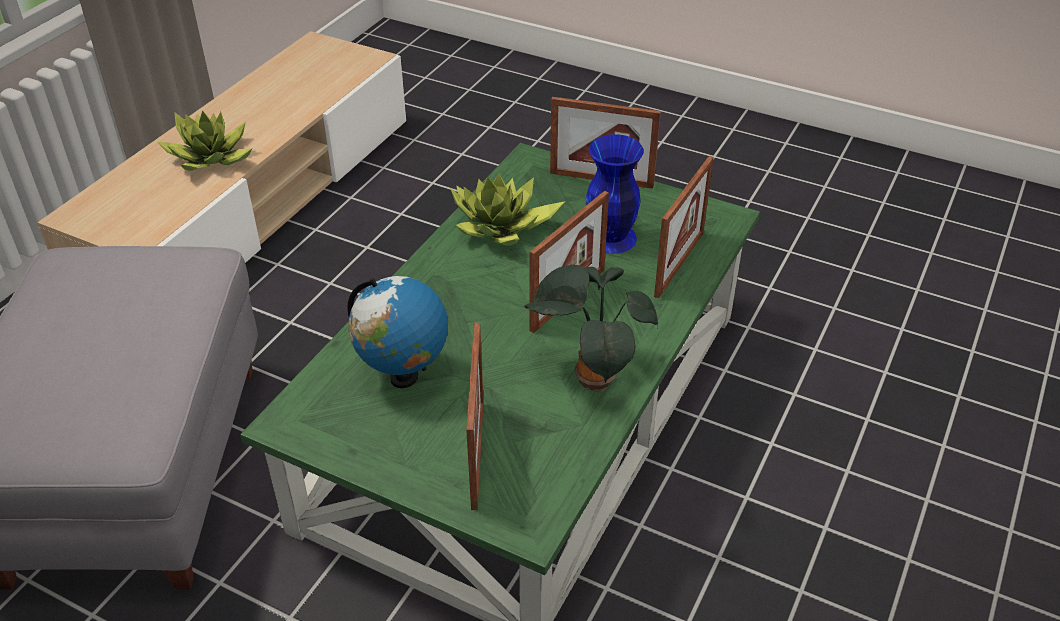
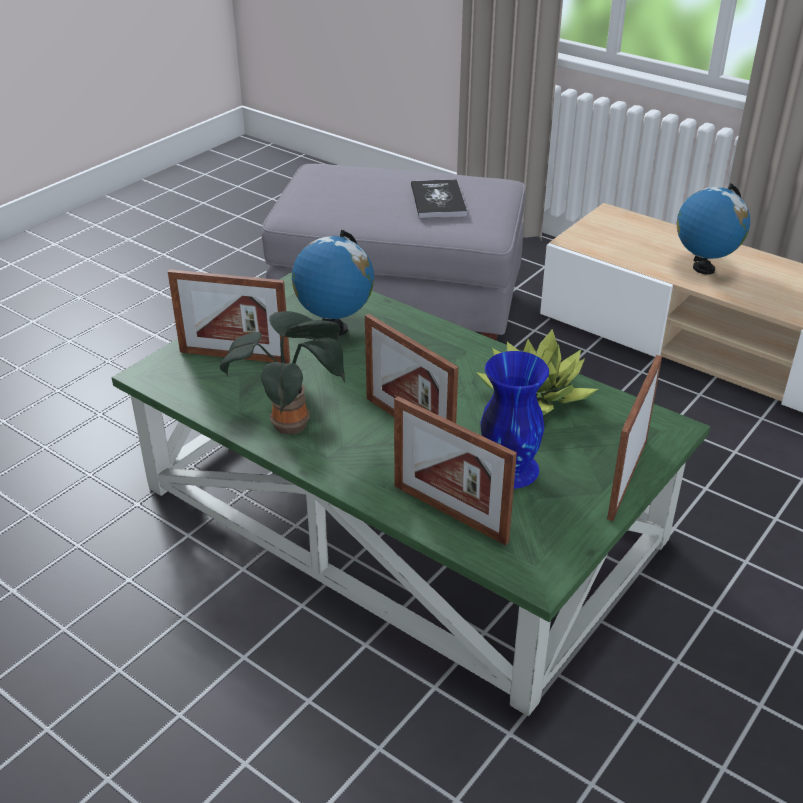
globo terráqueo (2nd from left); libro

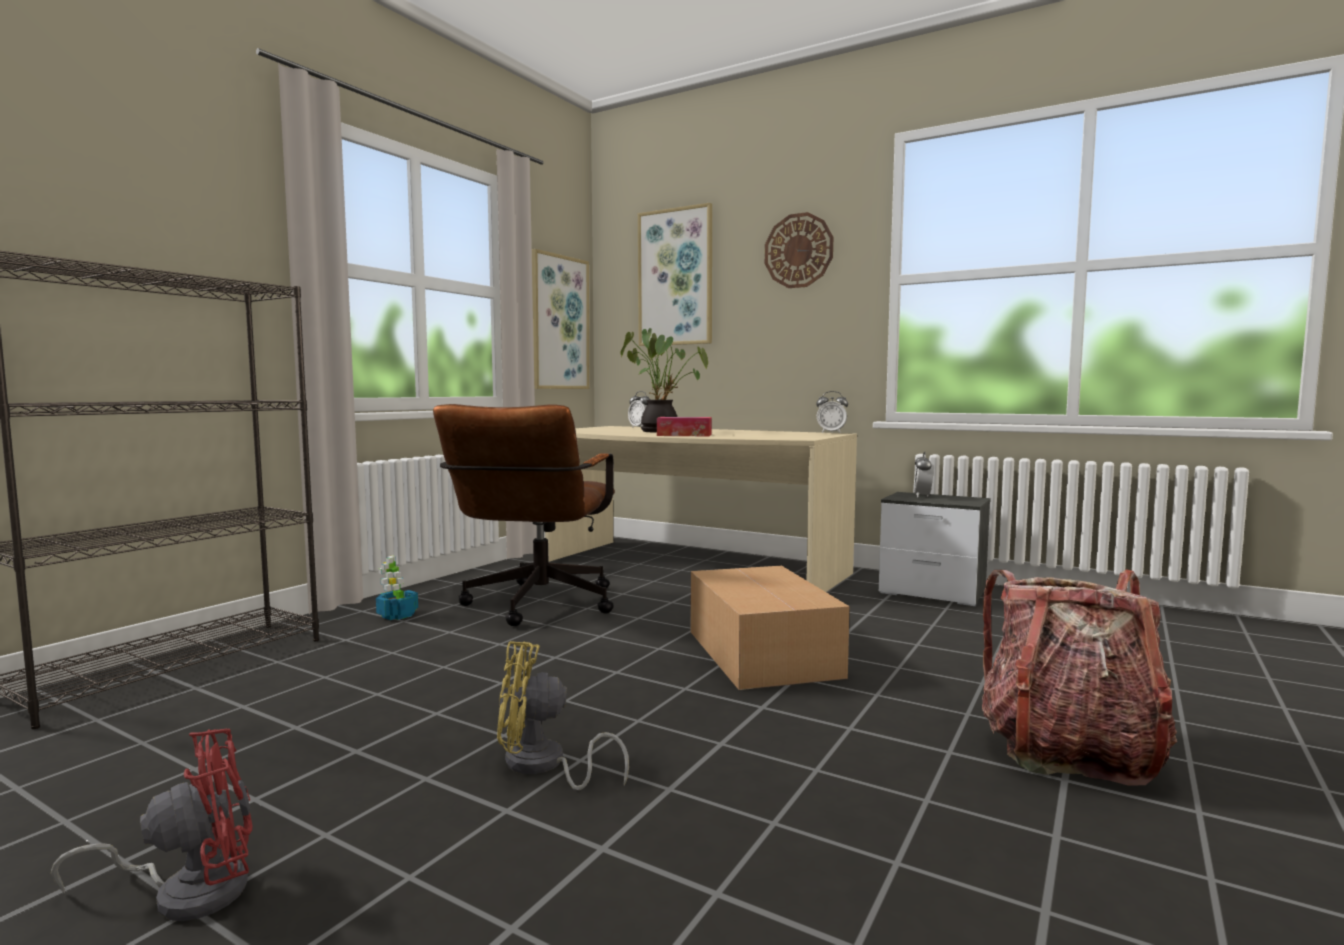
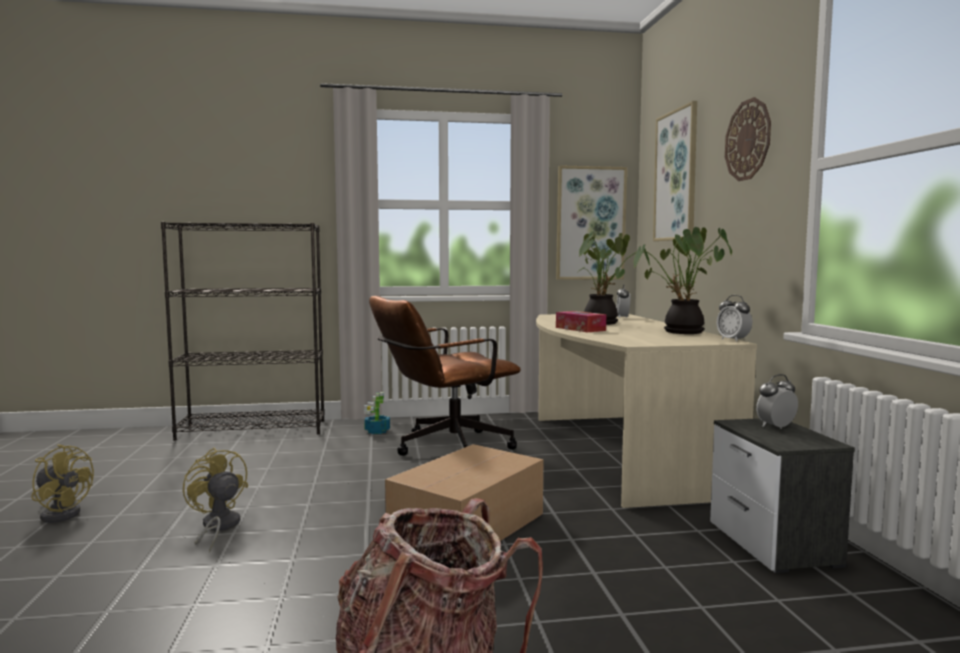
ventilador [amarillo] (1st from left); planta en maceta (3rd from left)

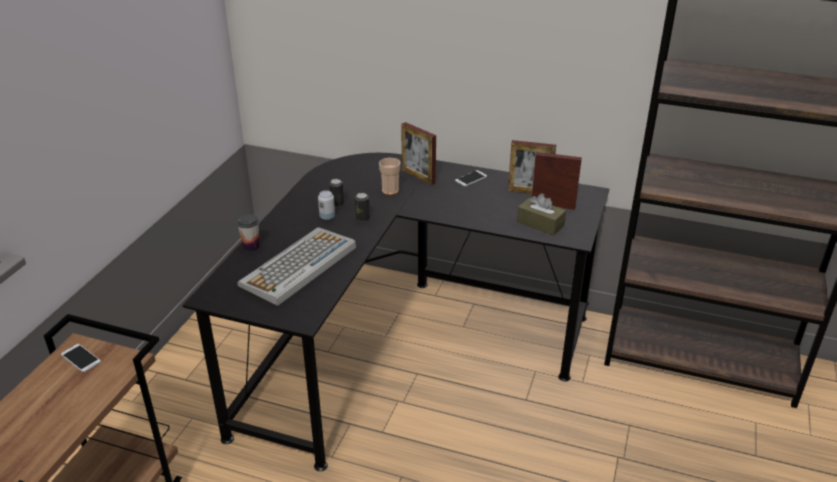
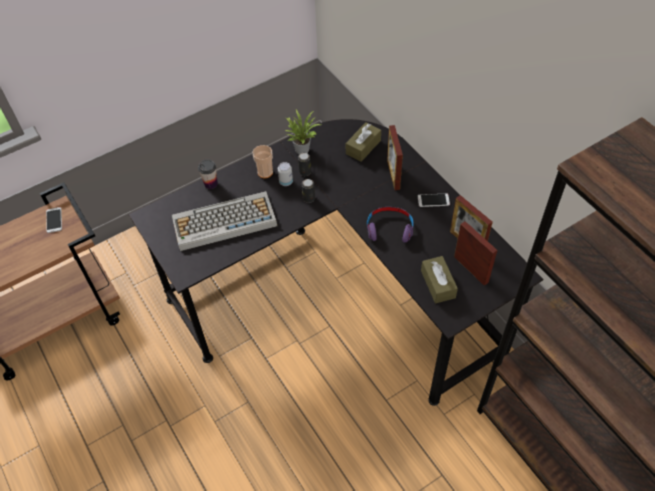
taza (2nd from left); planta en maceta; caja de pañuelos [marrón] (1st from left); auriculares [morado]

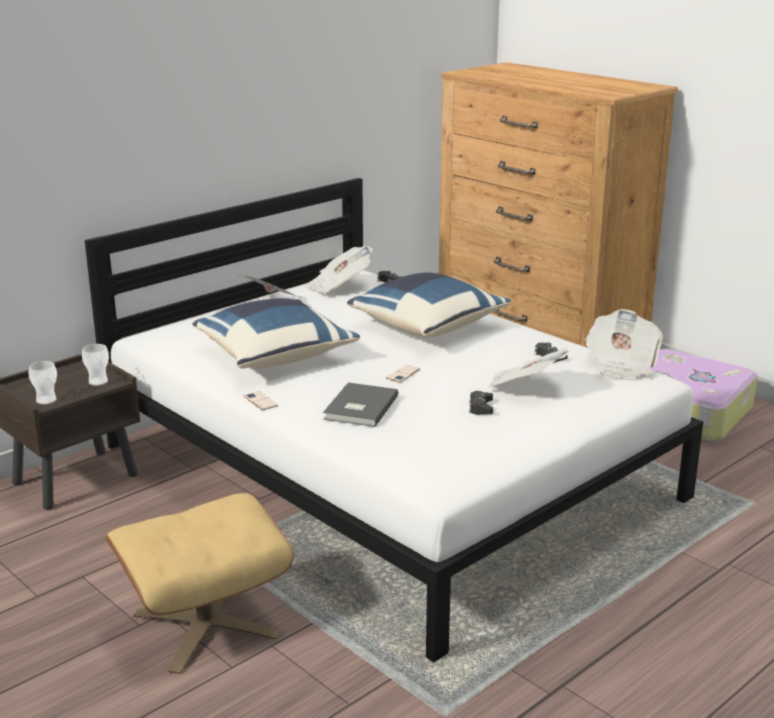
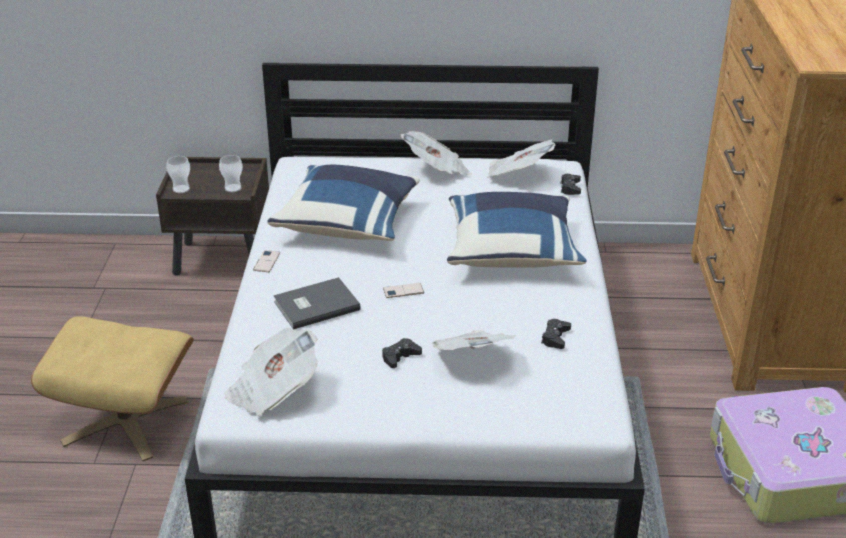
periódico (1st from left)

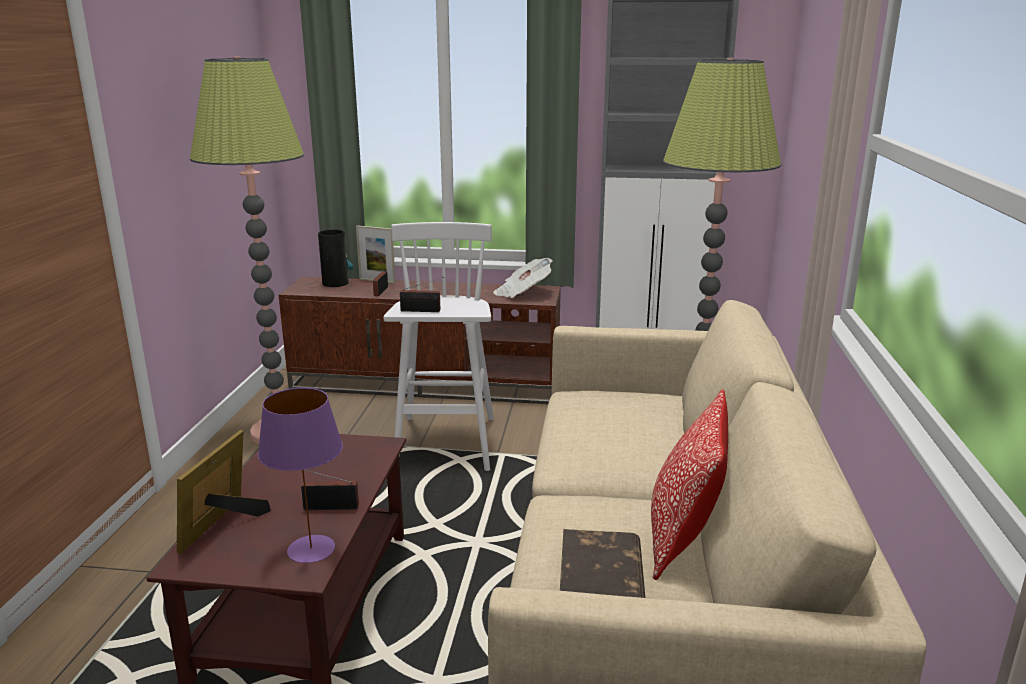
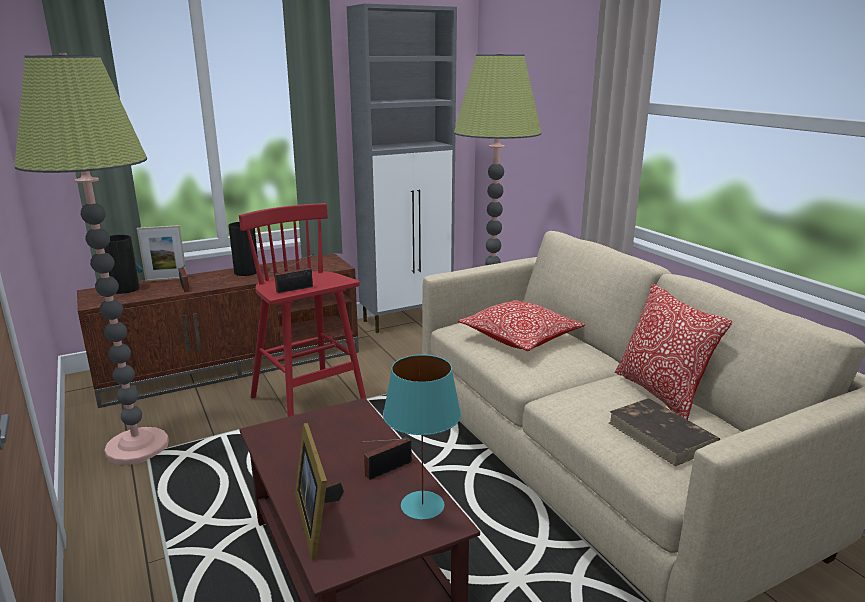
taburete [rojo]; periódico; lámpara de mesa [turquesa]; florero (2nd from left); cojín (1st from left)

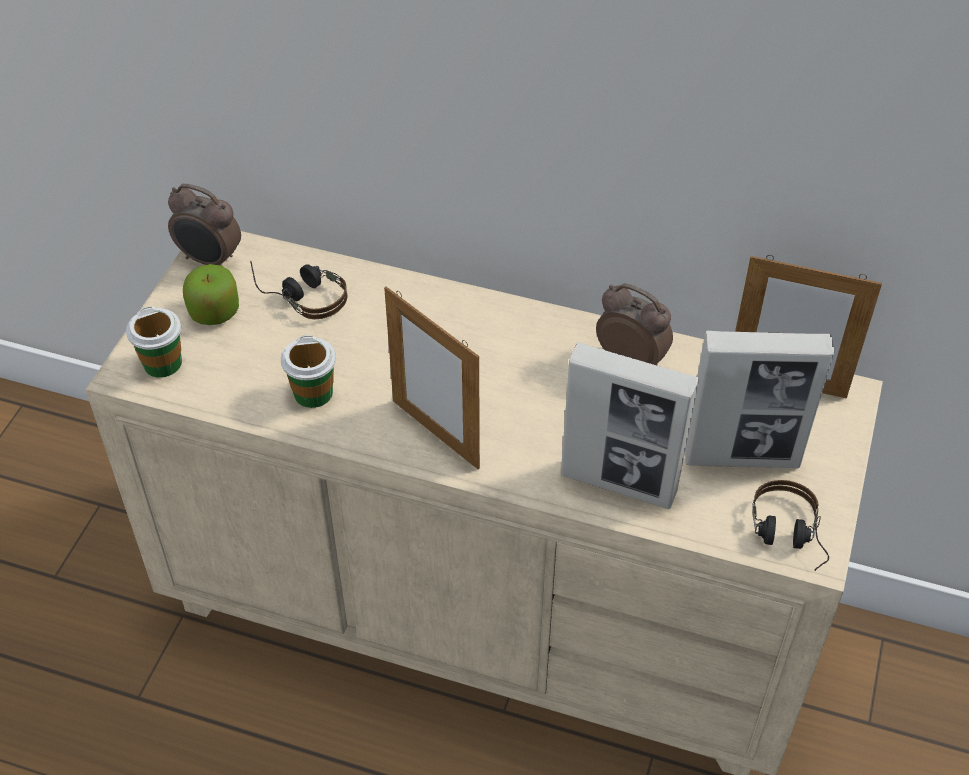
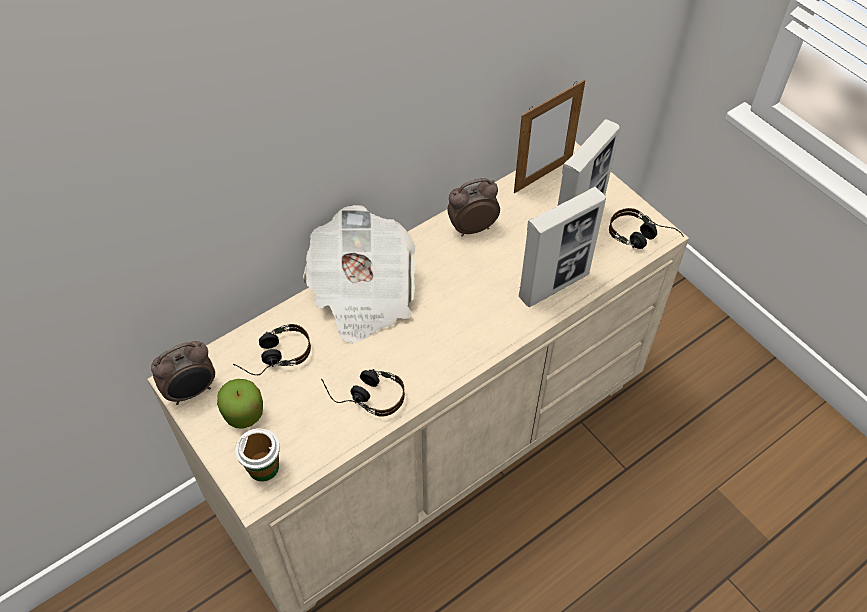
portarretratos (1st from left in the first image); auriculares (2nd from left); periódico

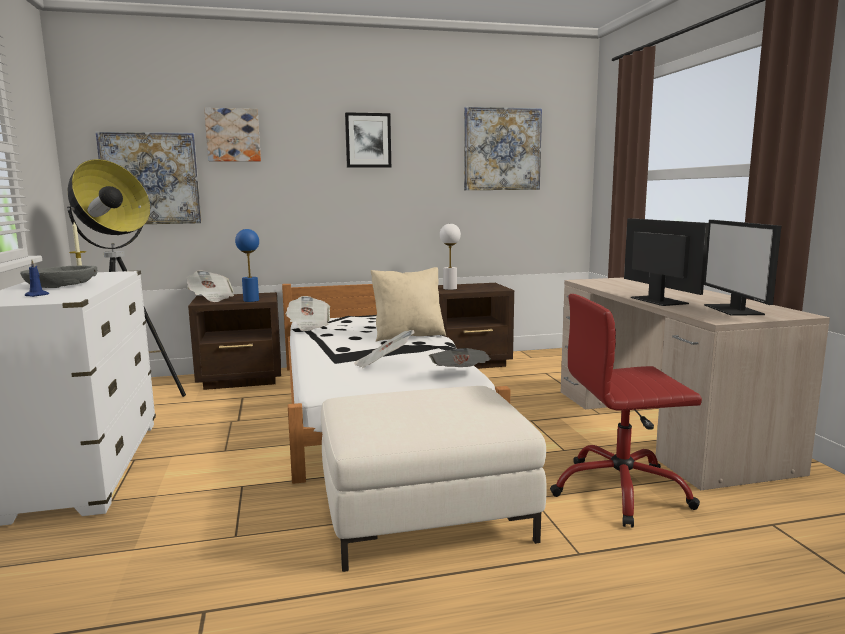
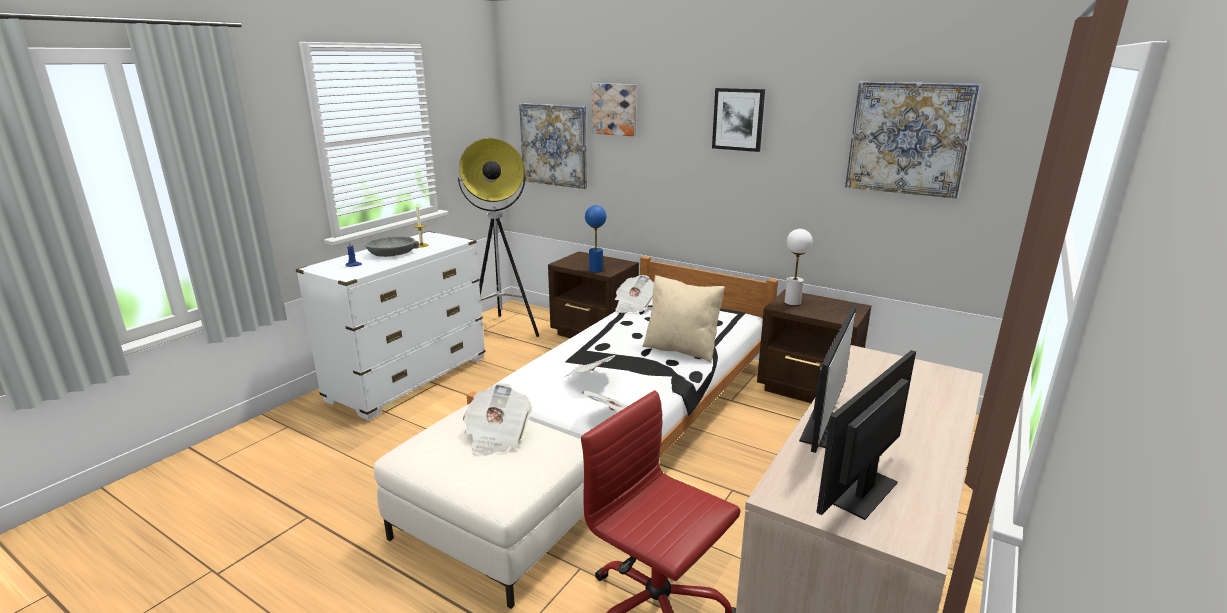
periódico (1st from left)

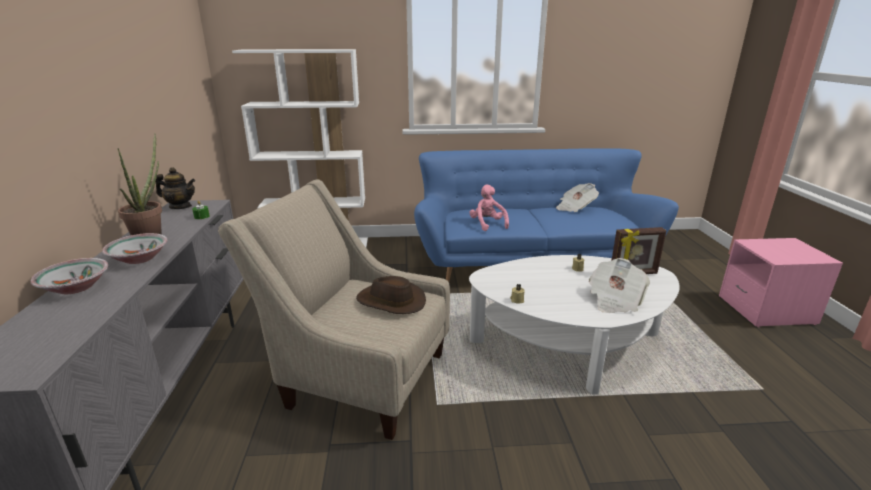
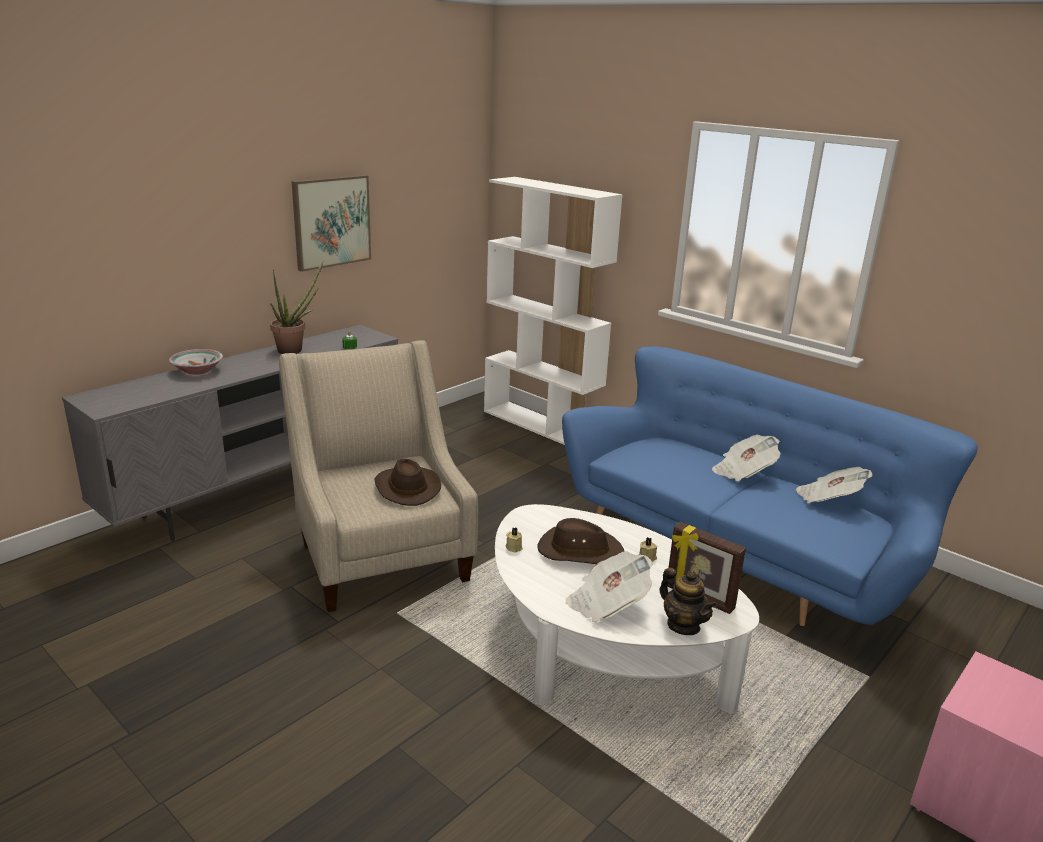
tetera; peluche [rosa]; cuenco (2nd from left in the first image); cuadro; periódico (2nd from left); sombrero [marrón] (2nd from left)

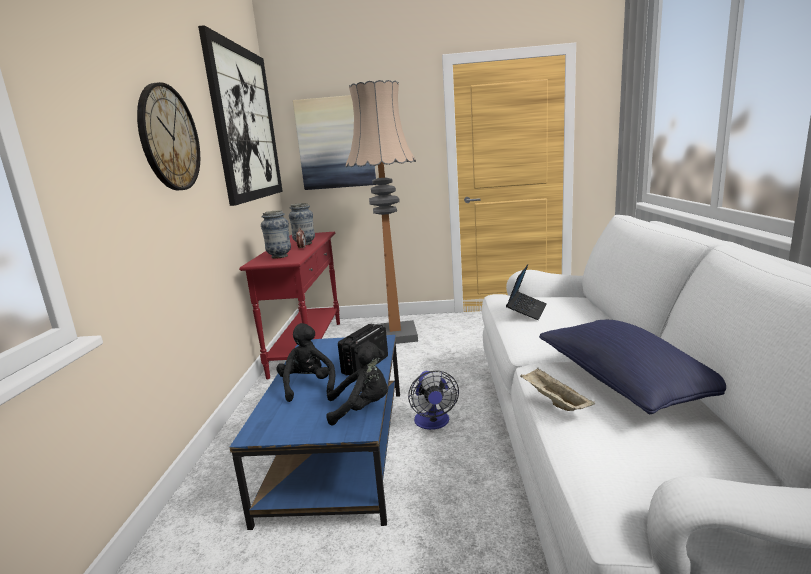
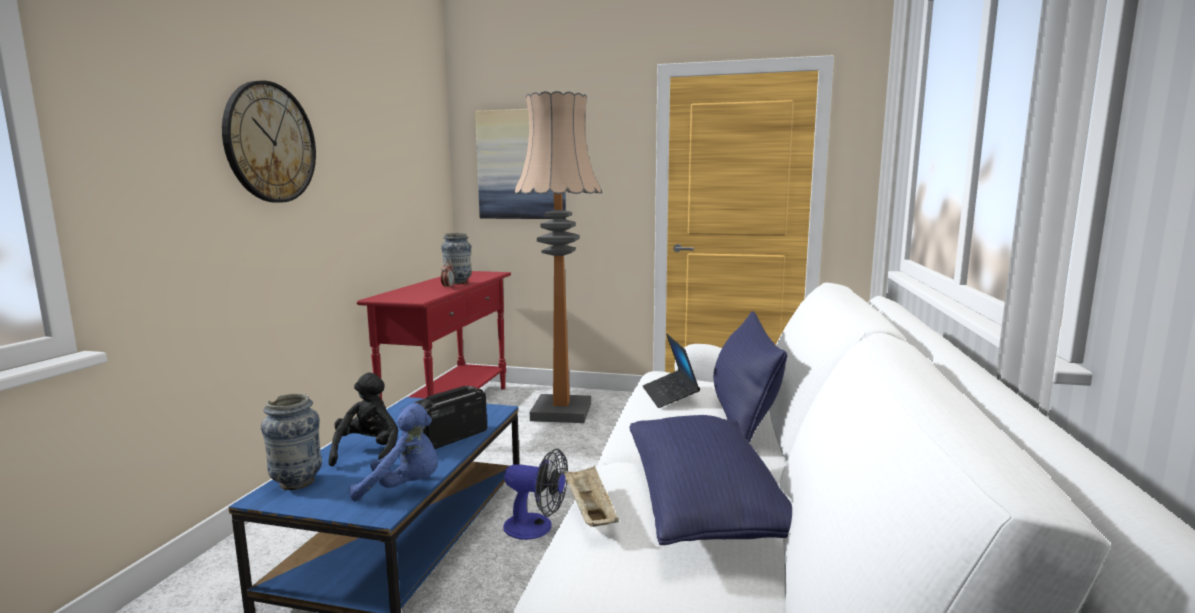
cuadro (1st from left in the first image); florero (1st from left); portátil; peluche [azul]; ventilador; cojín [azul] (2nd from left)

